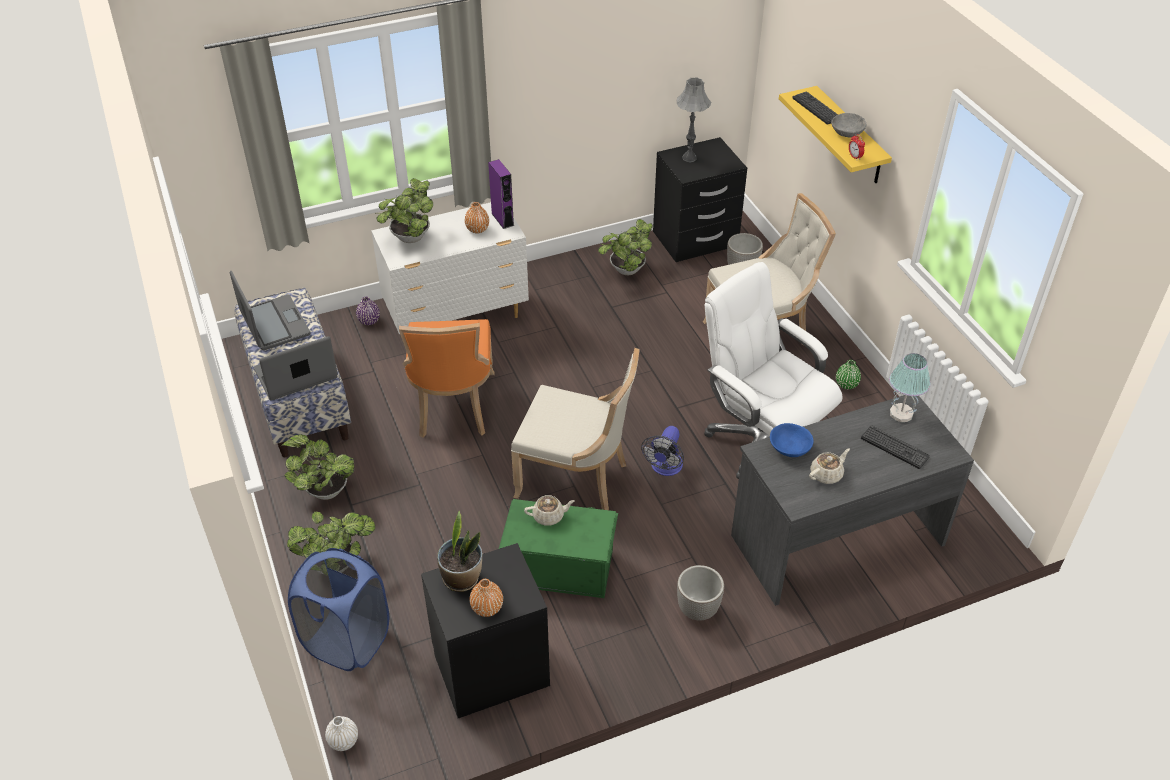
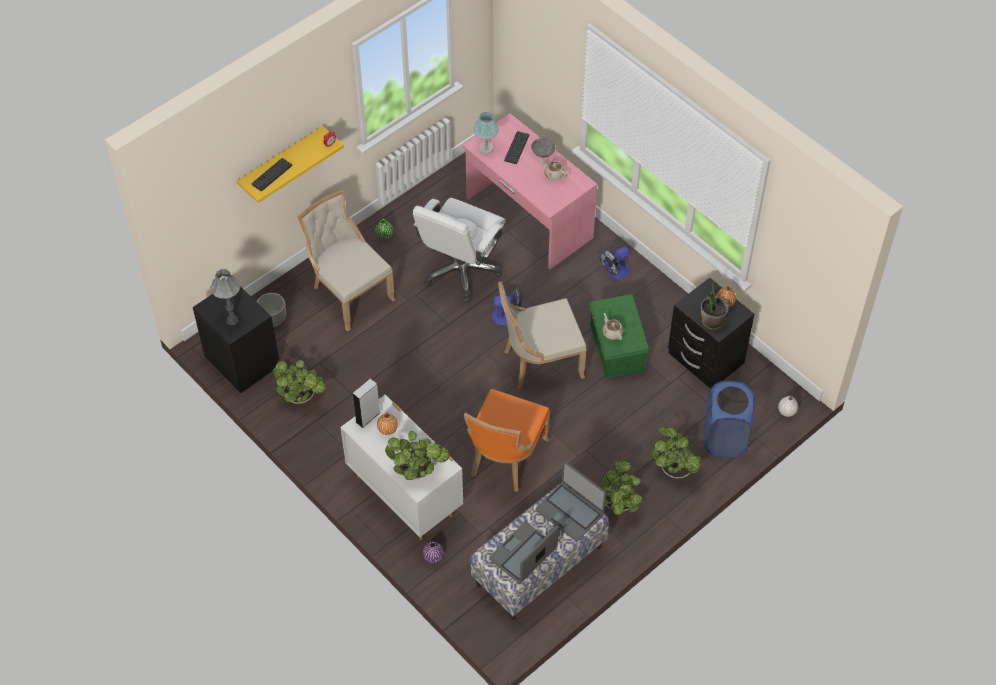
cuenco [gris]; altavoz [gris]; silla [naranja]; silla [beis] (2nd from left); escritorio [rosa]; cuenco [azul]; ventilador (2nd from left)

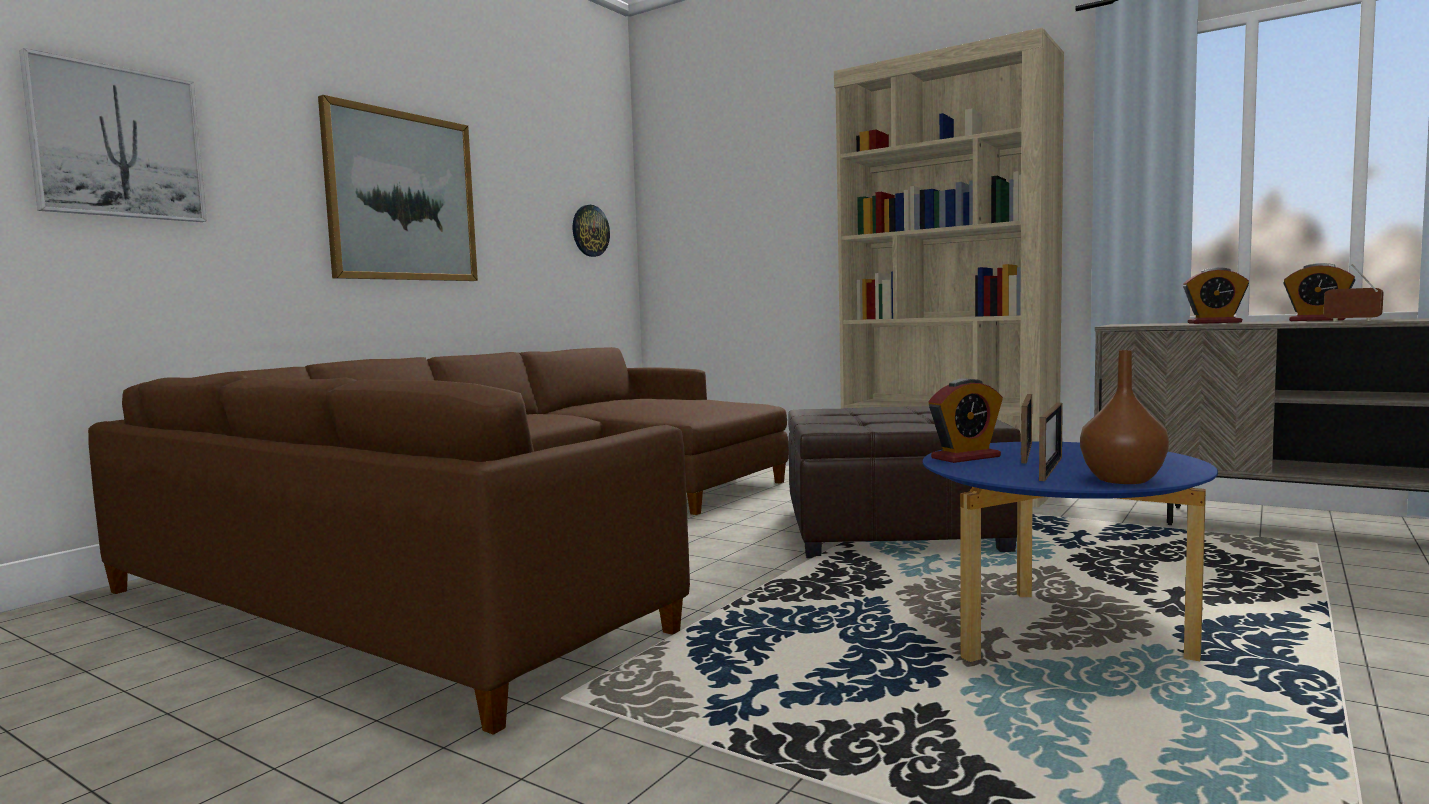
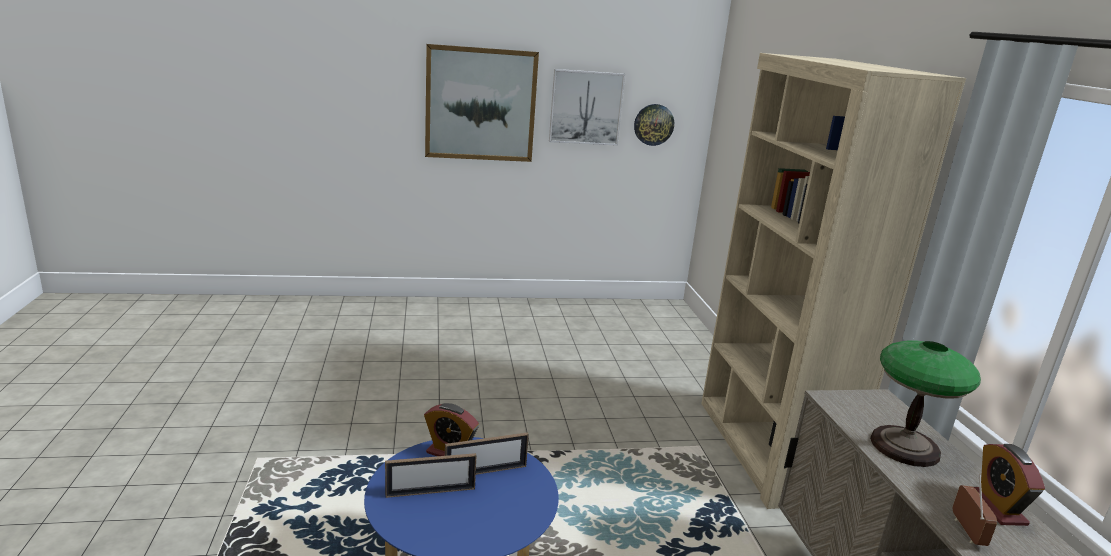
cuadro (2nd from left); lámpara de mesa; sofá [marrón]; florero [marrón]; puf [marrón]

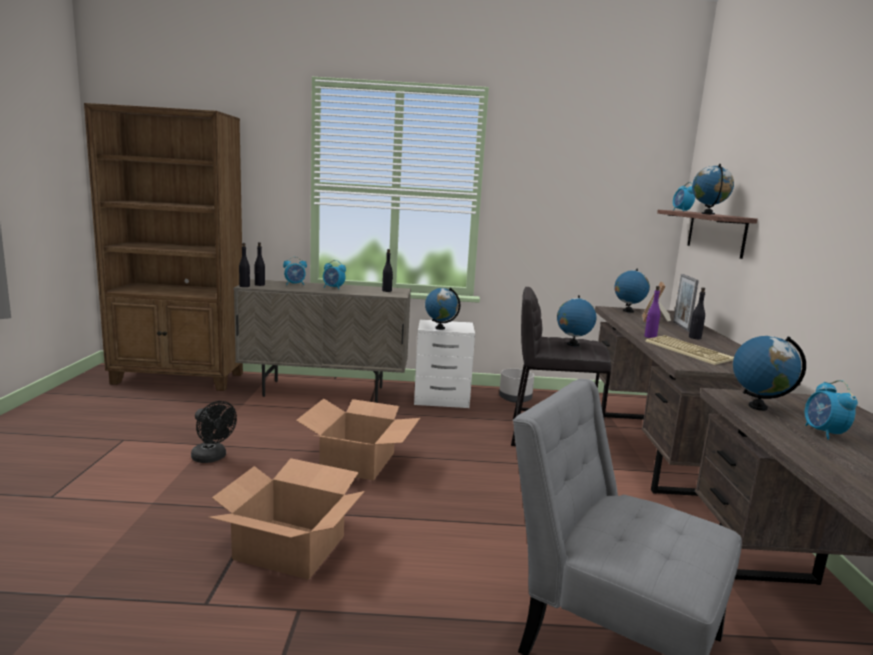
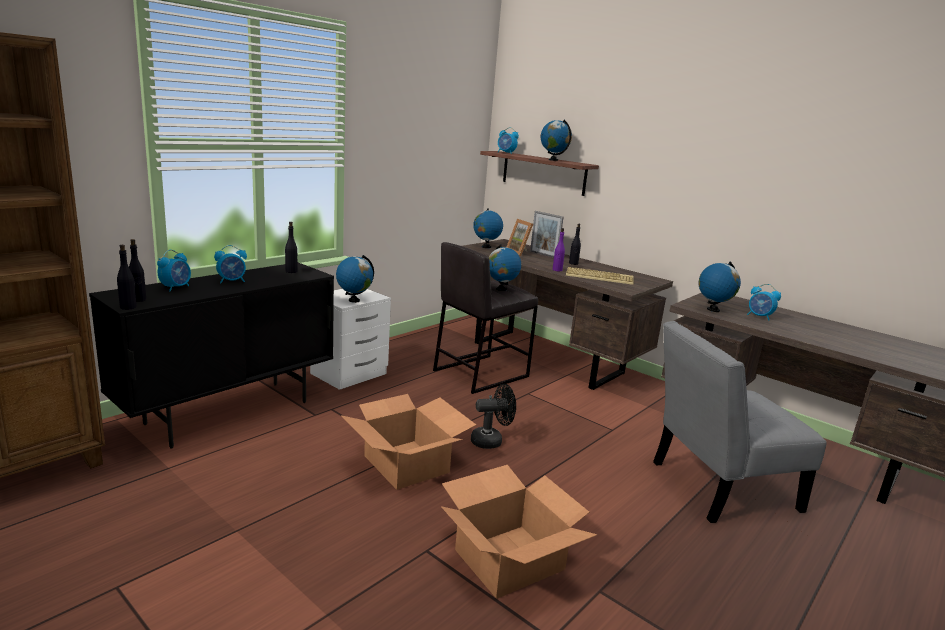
armario [negro]; maceta [gris]; ventilador [negro]

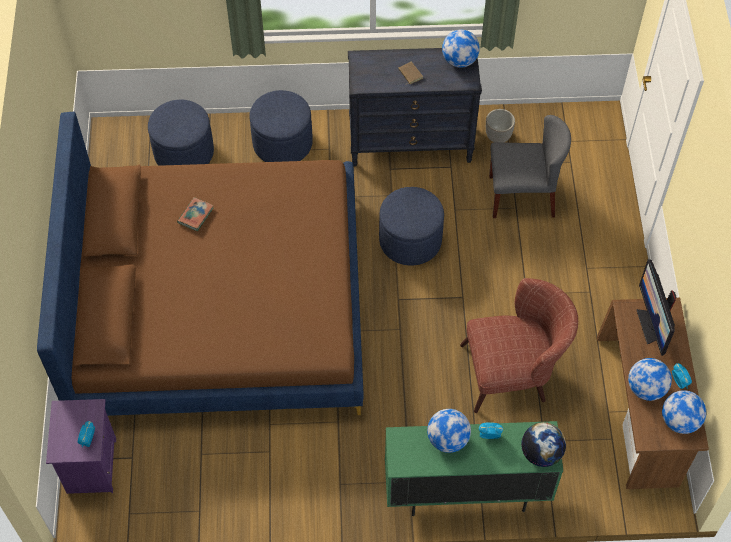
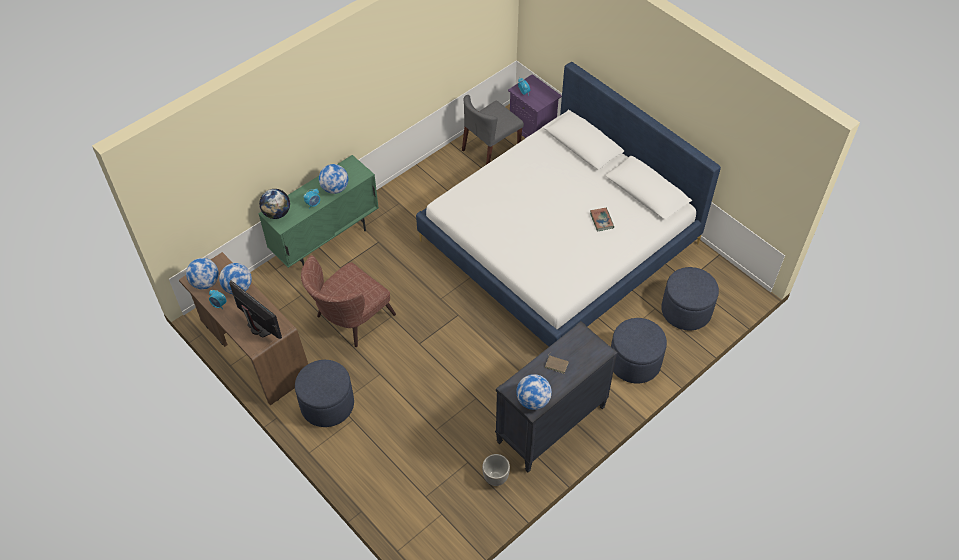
cama [blanco]; silla [gris]; puf [azul] (1st from left)

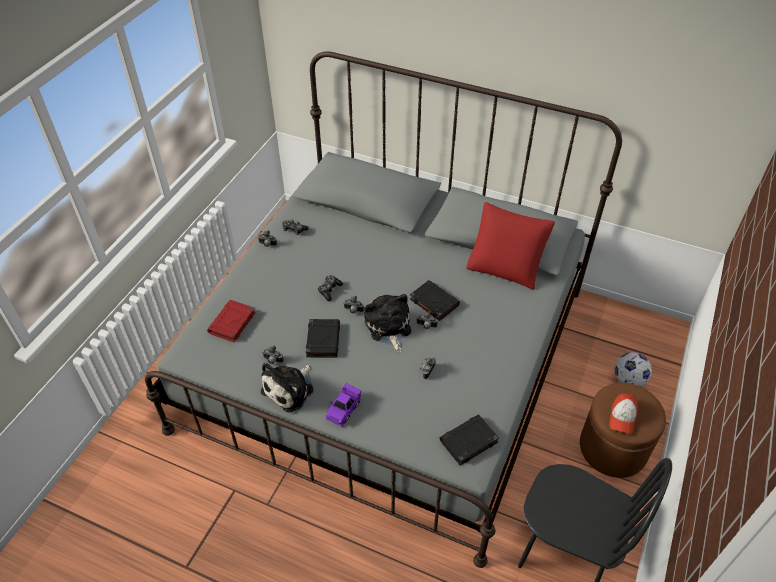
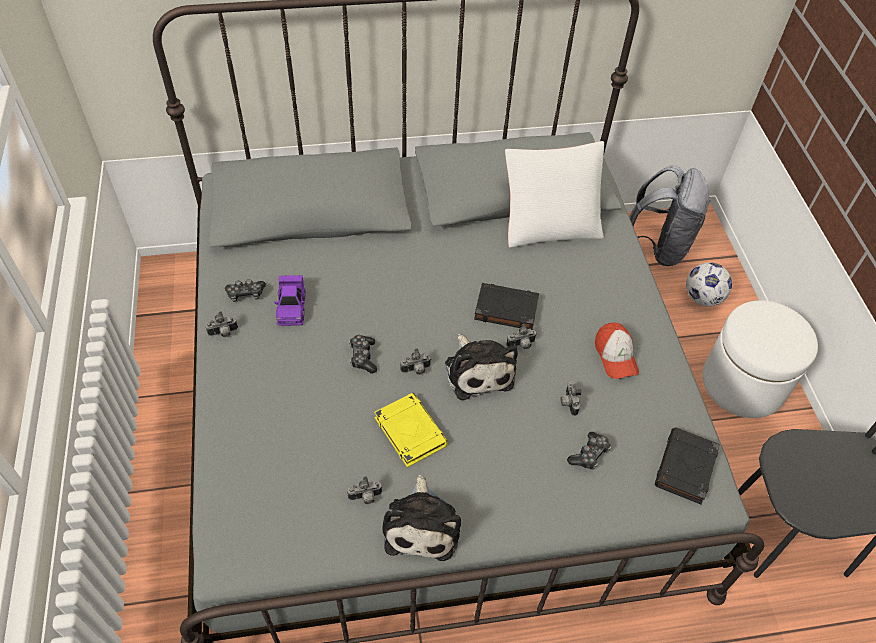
cojín [blanco]; peluche (2nd from left); libro [rojo]; libro [amarillo]; coche de juguete [morado]; puf [blanco]; gorra; mochila [gris]; mando de consola (3rd from left)

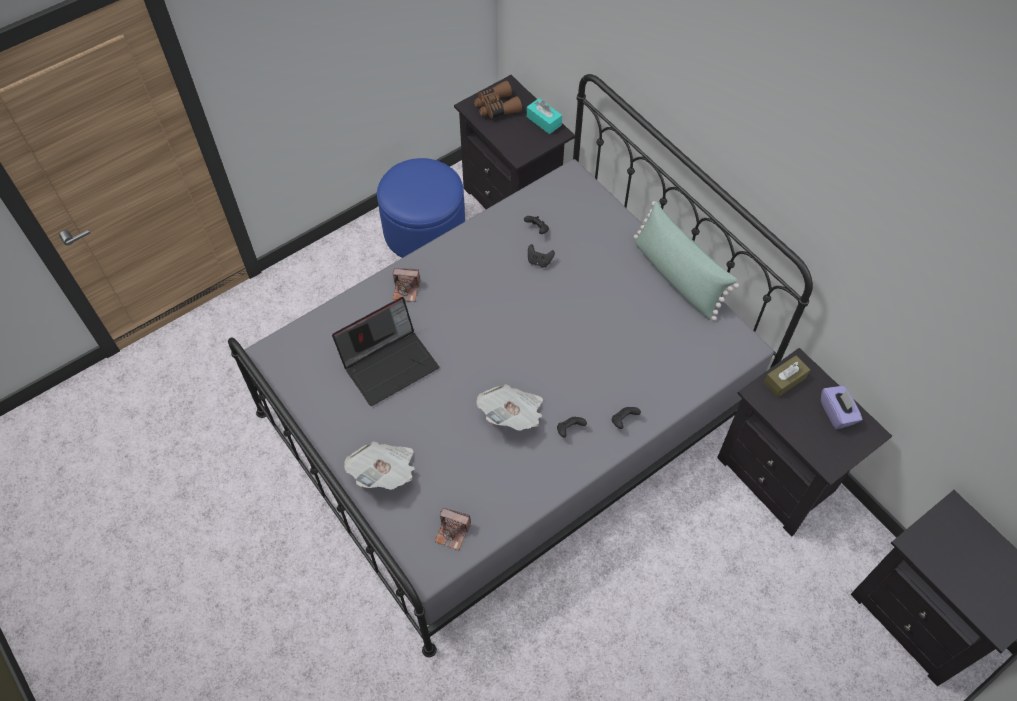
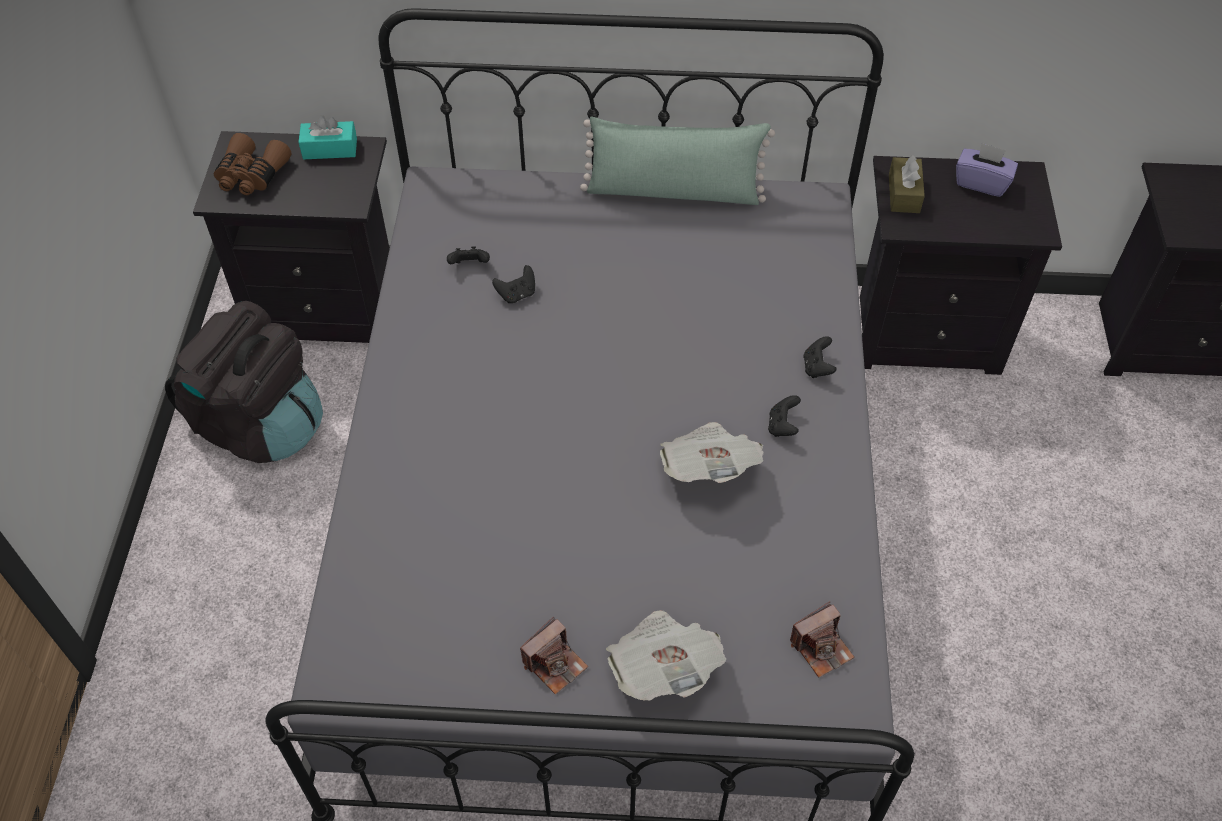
mochila [negro]; cámara (1st from left); portátil

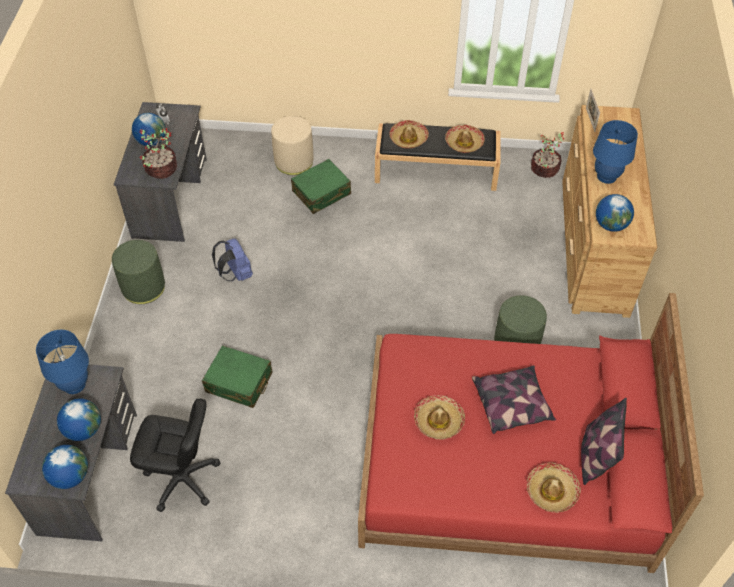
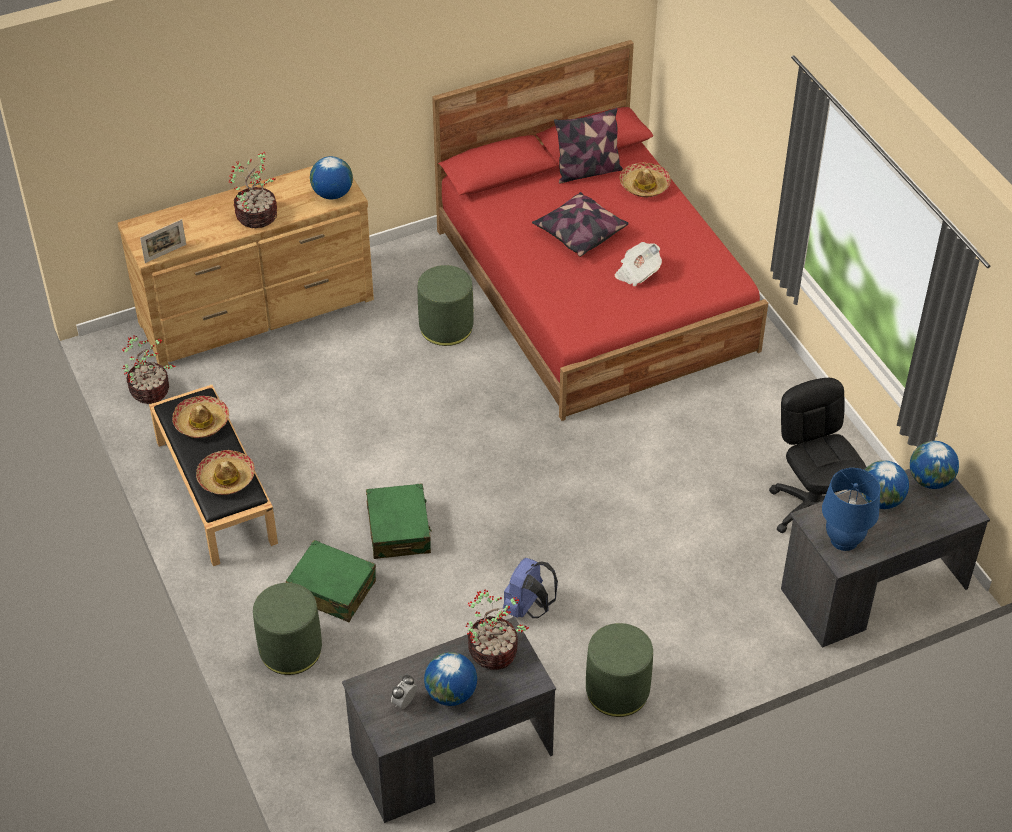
puf [verde] (1st from left); planta en maceta (2nd from left); maleta [verde] (2nd from left); periódico

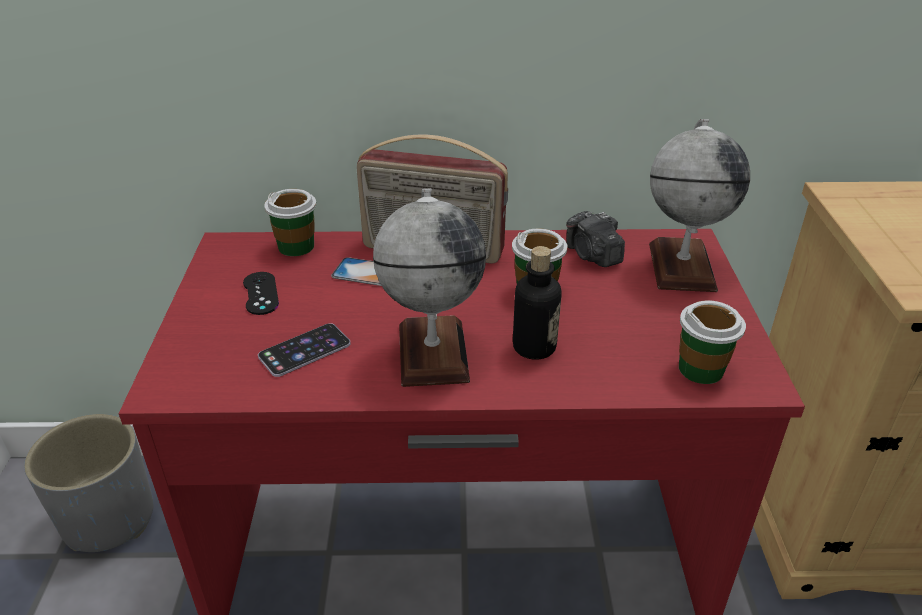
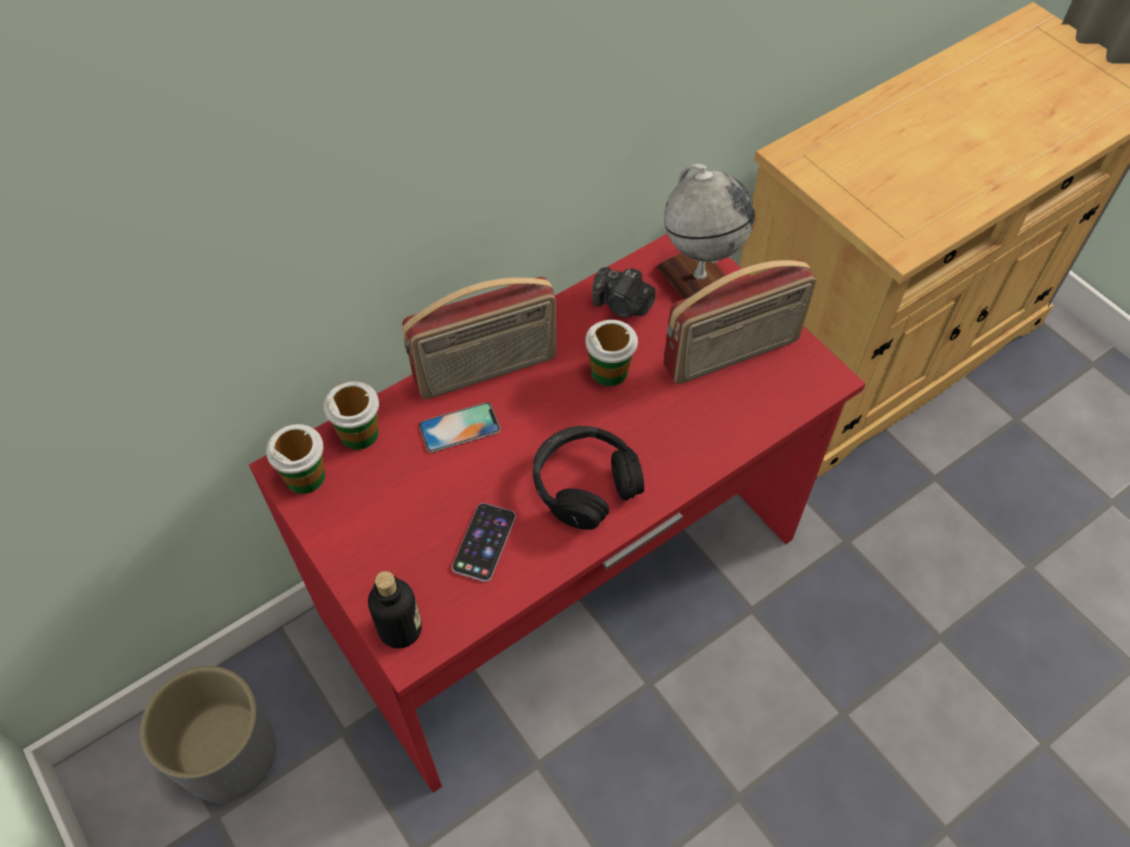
auriculares [negro]; botella; mando de consola [negro]; taza (1st from left); radio (2nd from left)

